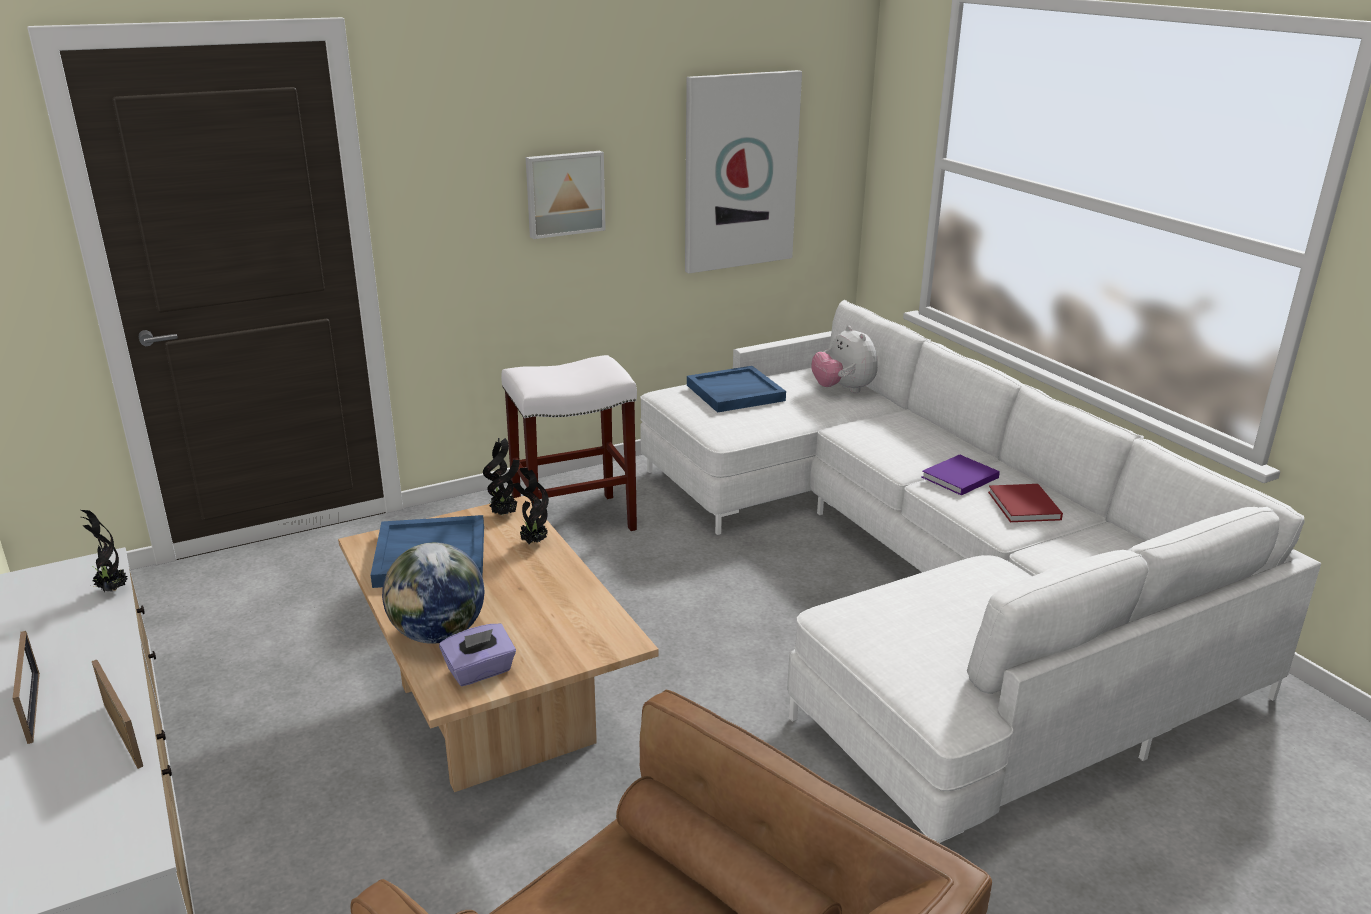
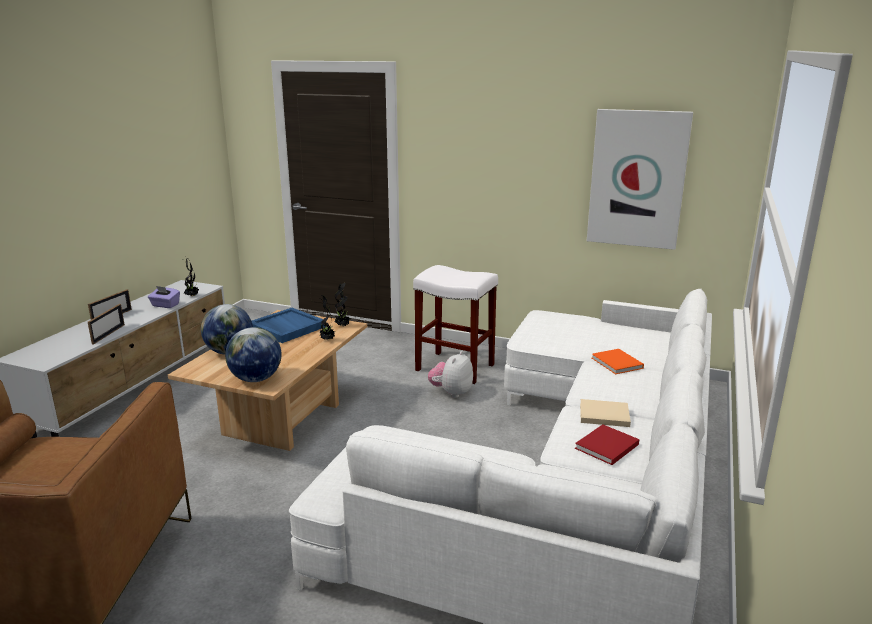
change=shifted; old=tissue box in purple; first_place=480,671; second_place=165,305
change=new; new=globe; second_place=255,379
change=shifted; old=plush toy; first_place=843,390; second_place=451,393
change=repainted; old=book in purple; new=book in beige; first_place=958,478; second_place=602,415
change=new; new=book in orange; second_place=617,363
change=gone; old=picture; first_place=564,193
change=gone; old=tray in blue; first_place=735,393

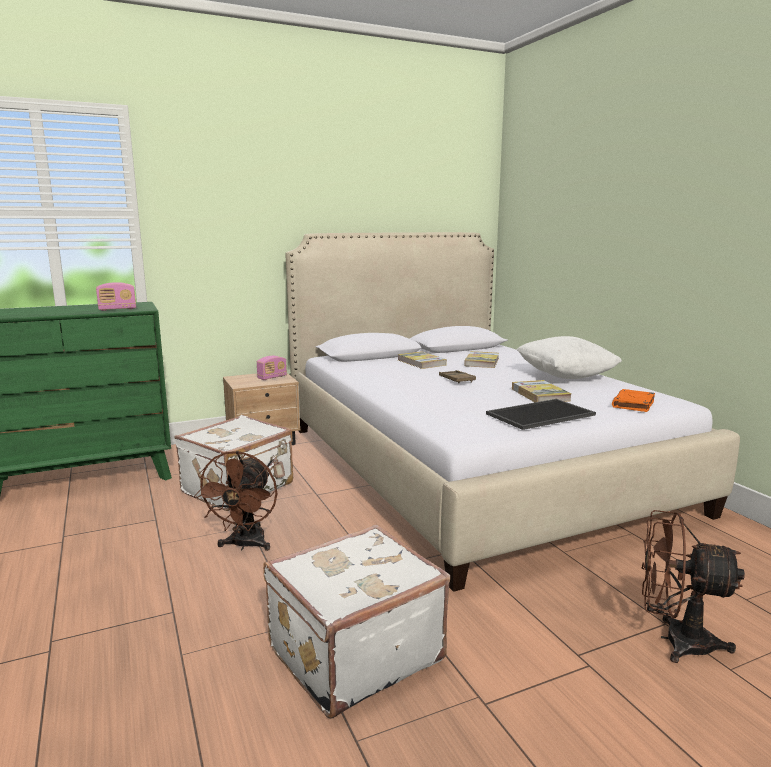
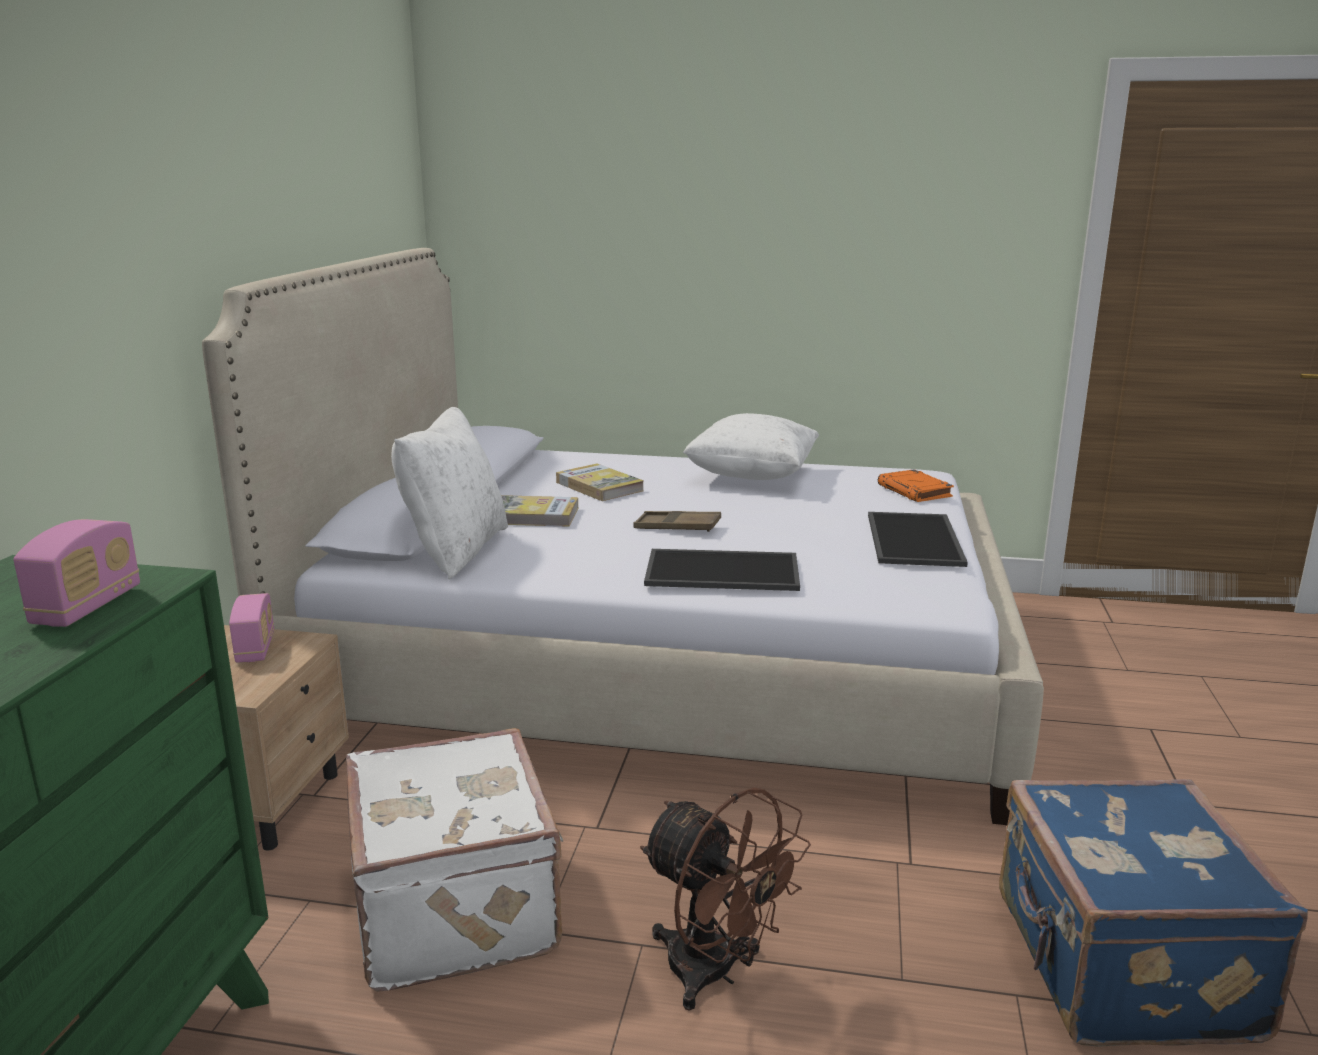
change=new; new=pillow in white; second_place=455,551
change=new; new=tray; second_place=724,570
change=repainted; old=suitcase in white; new=suitcase in blue; first_place=353,653; second_place=1119,967
change=gone; old=book; first_place=540,395
change=gone; old=fan in brown; first_place=675,640

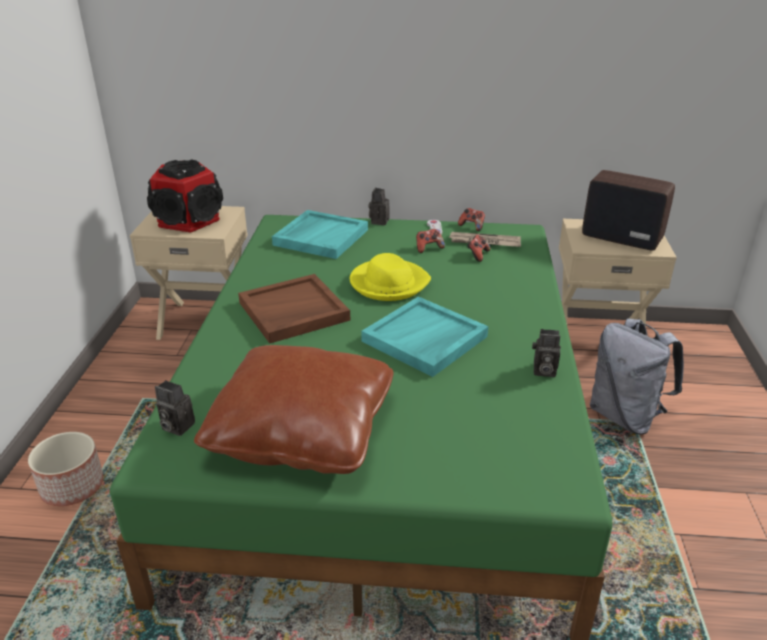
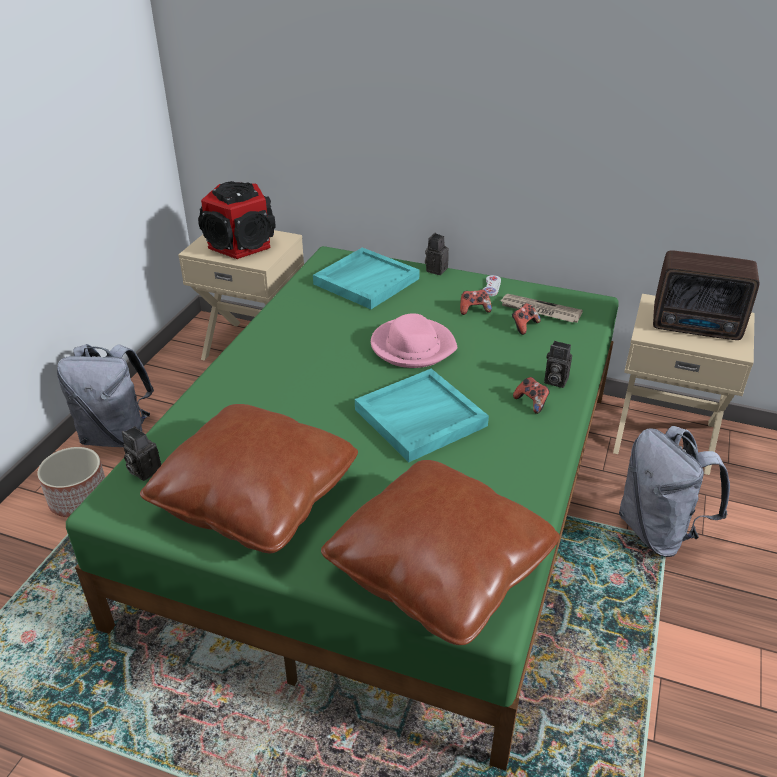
change=new; new=backpack in grey; second_place=117,436
change=new; new=pillow in brown; second_place=439,568
change=repainted; old=hat in yellow; new=hat in pink; first_place=388,283; second_place=412,346
change=shifted; old=game controller; first_place=472,226; second_place=531,403
change=shifted; old=photo camera; first_place=543,371; second_place=554,380
change=rotated; old=radio; first_place=620,237; second_place=697,327; degrees=150
change=gone; old=tray in brown; first_place=293,312

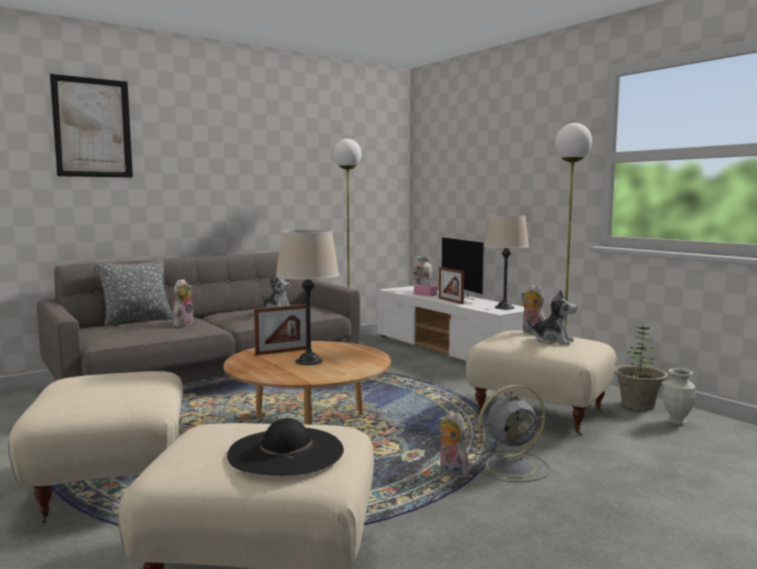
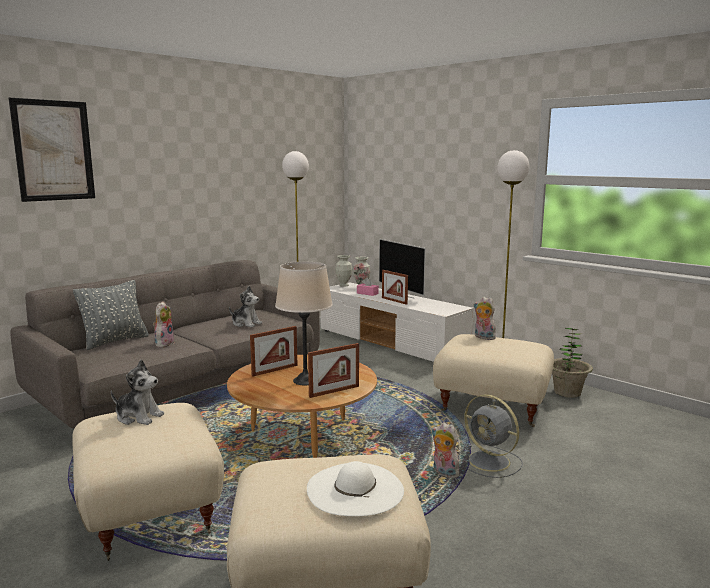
change=shifted; old=plush toy; first_place=552,340; second_place=138,417
change=repainted; old=hat in black; new=hat in white; first_place=286,451; second_place=355,489
change=new; new=picture frame; second_place=334,391
change=shifted; old=vase; first_place=676,422; second_place=343,285
change=rotated; old=fan in grey; first_place=512,466; second_place=490,462; degrees=75
change=gone; old=table lamp in beige; first_place=504,307

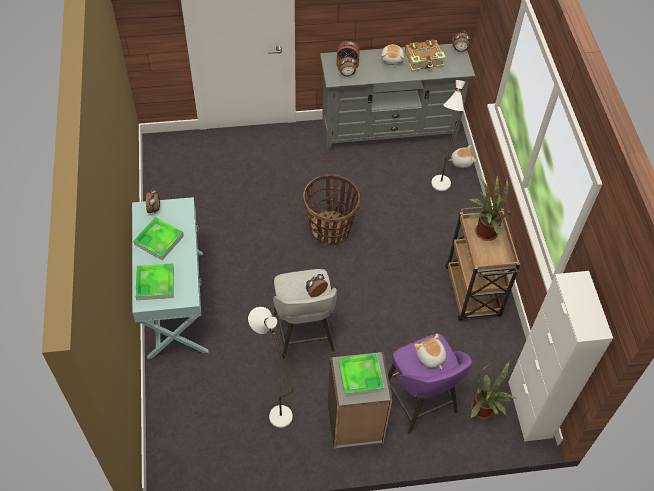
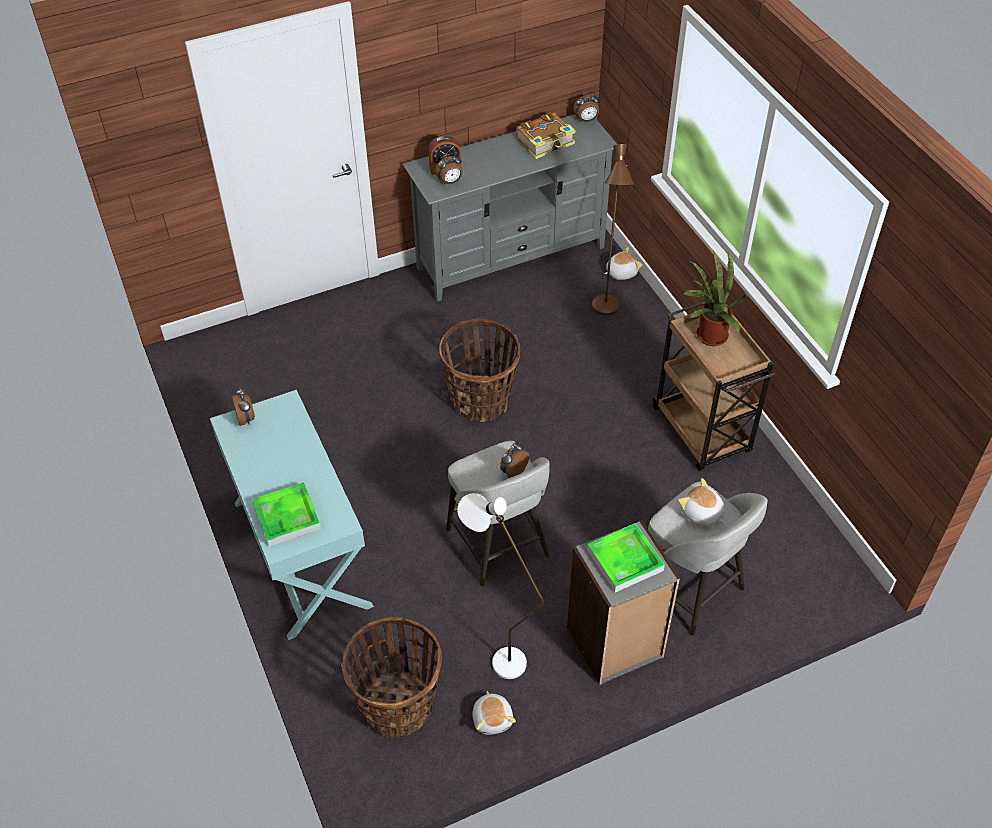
change=new; new=basket; second_place=397,705
change=shifted; old=plush toy; first_place=392,59; second_place=493,718
change=repainted; old=floor lamp in white; new=floor lamp in brown; first_place=439,189; second_place=606,313
change=repainted; old=stool in purple; new=stool in grey; first_place=420,401; second_place=691,589
change=gone; old=tray; first_place=159,240
change=gone; old=potted plant; first_place=484,411
change=gone; old=cabinet in white; first_place=530,409

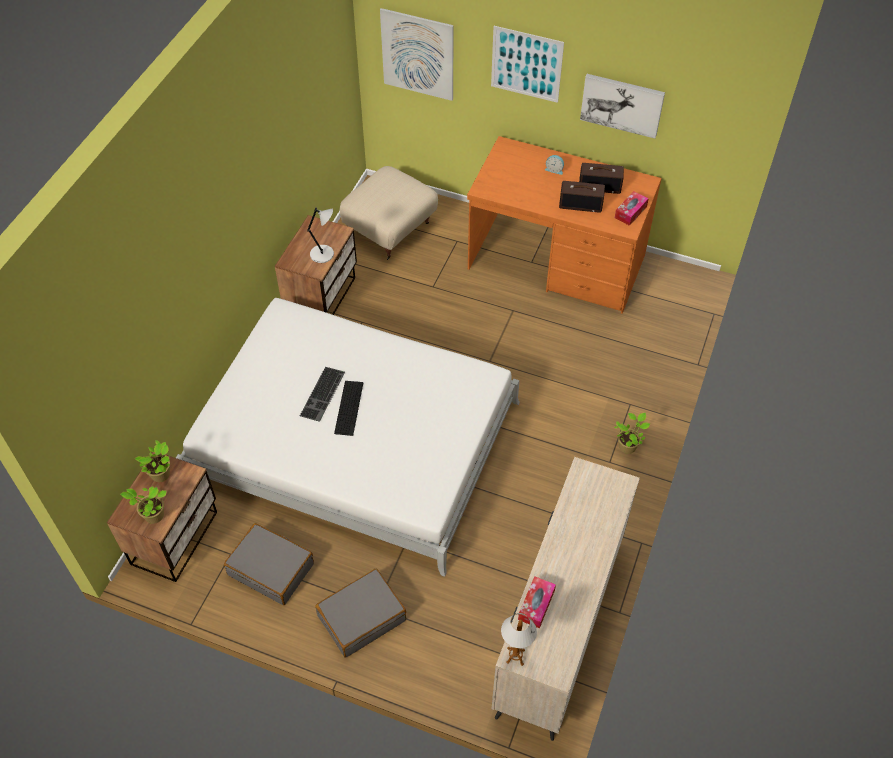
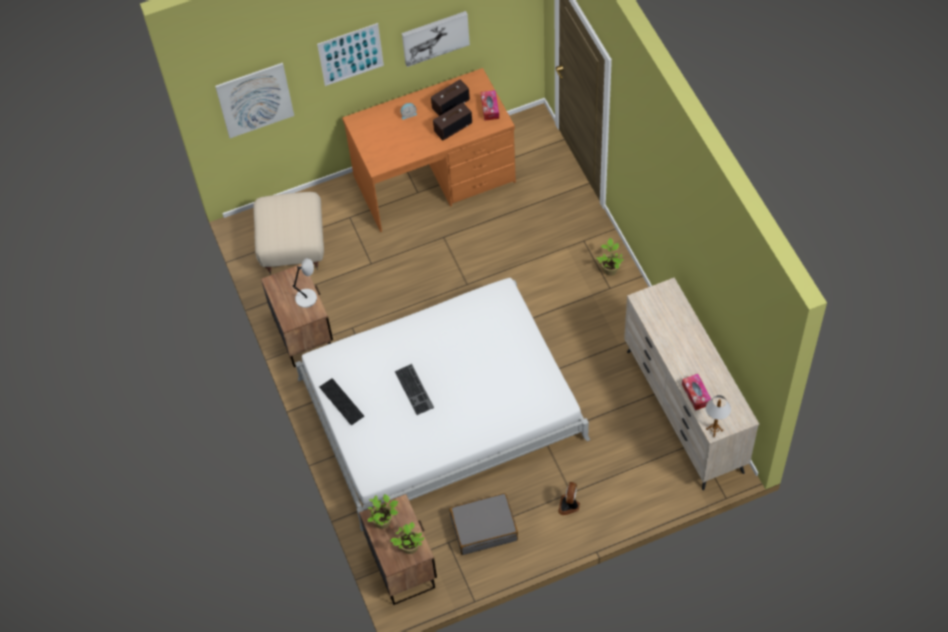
change=shifted; old=keyboard; first_place=349,408; second_place=341,401
change=swapped; old=suitcase in grey; new=fan; first_place=361,617; second_place=569,505

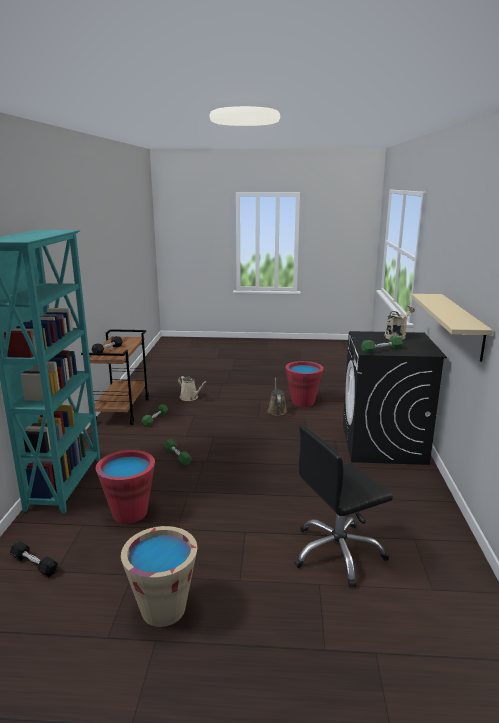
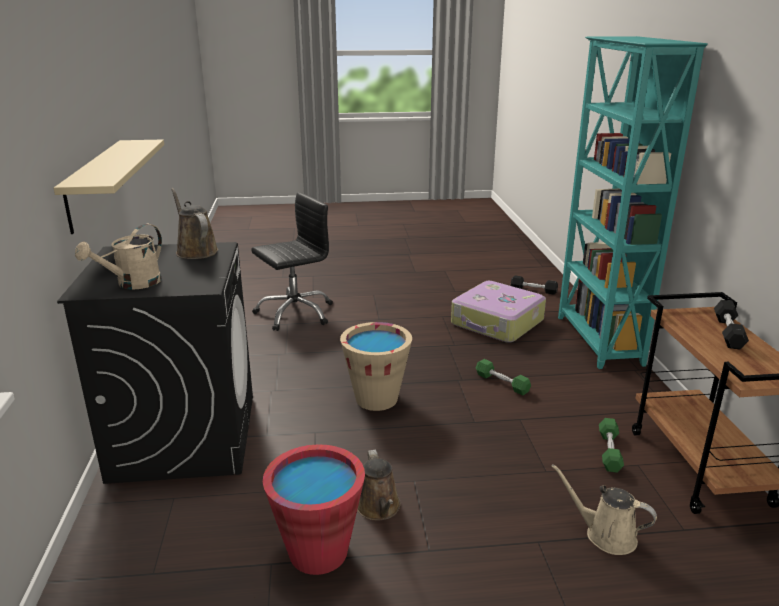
change=swapped; old=dumbbell in green; new=watering can in brown; first_place=381,350; second_place=195,251
change=shifted; old=bucket in beige; first_place=163,609; second_place=376,399
change=swapped; old=bucket in red; new=suitcase; first_place=130,513; second_place=497,323

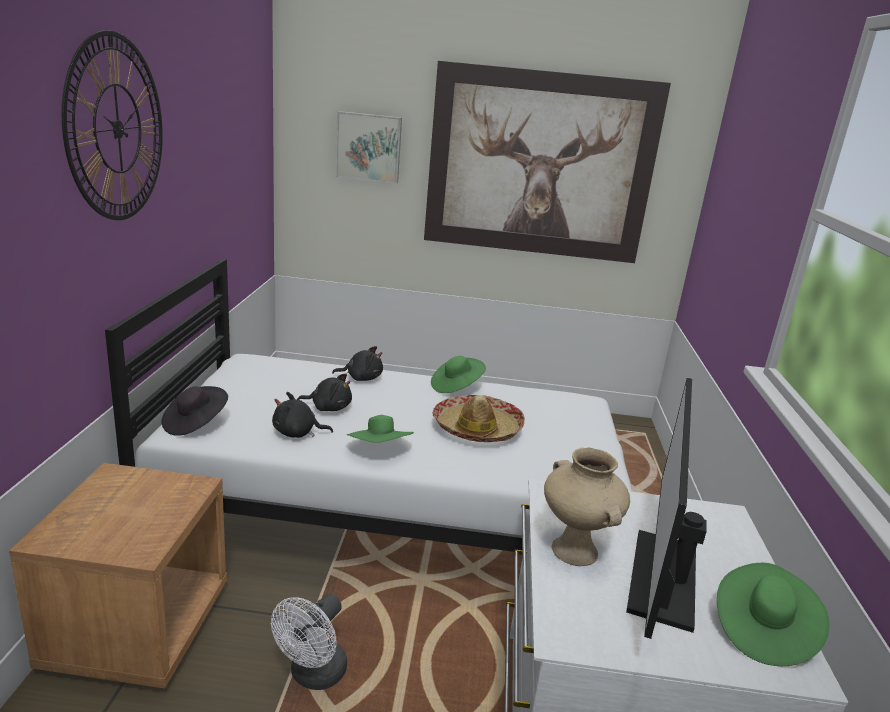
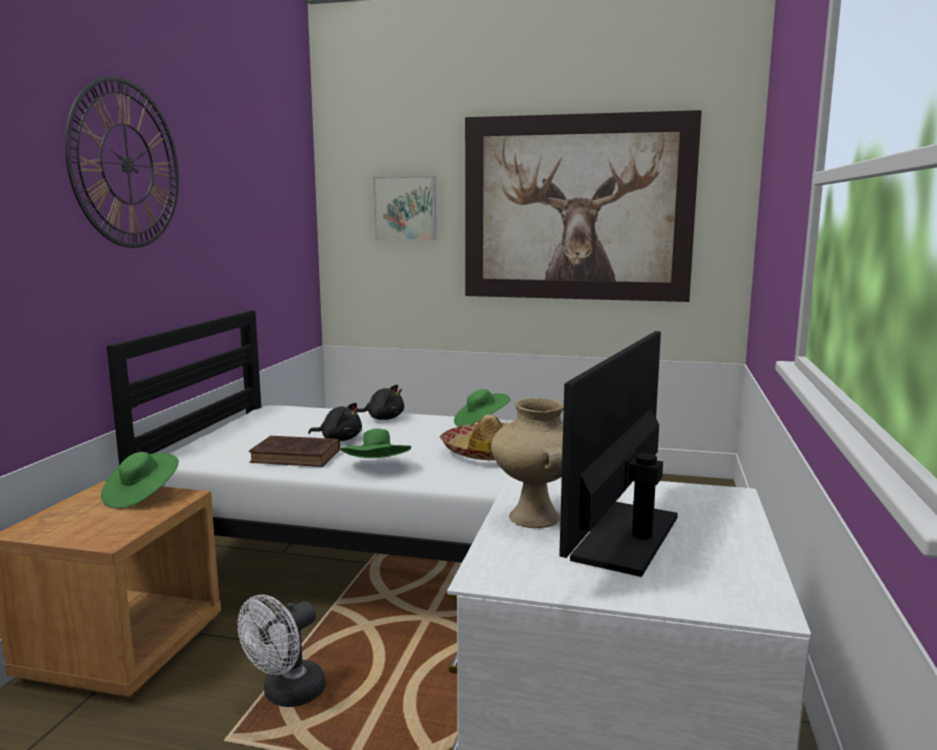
change=shifted; old=hat in green; first_place=762,631; second_place=141,496
change=swapped; old=plush toy in black; new=book in brown; first_place=297,433; second_place=298,456
change=gone; old=hat in black; first_place=195,424

